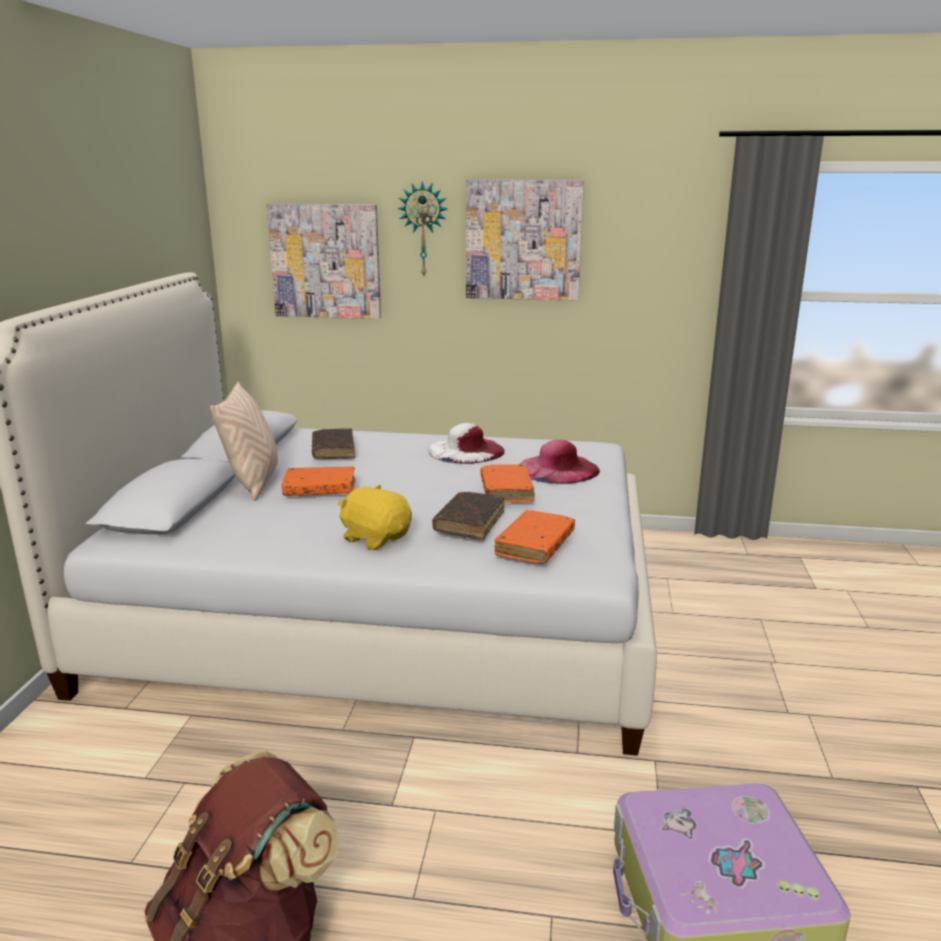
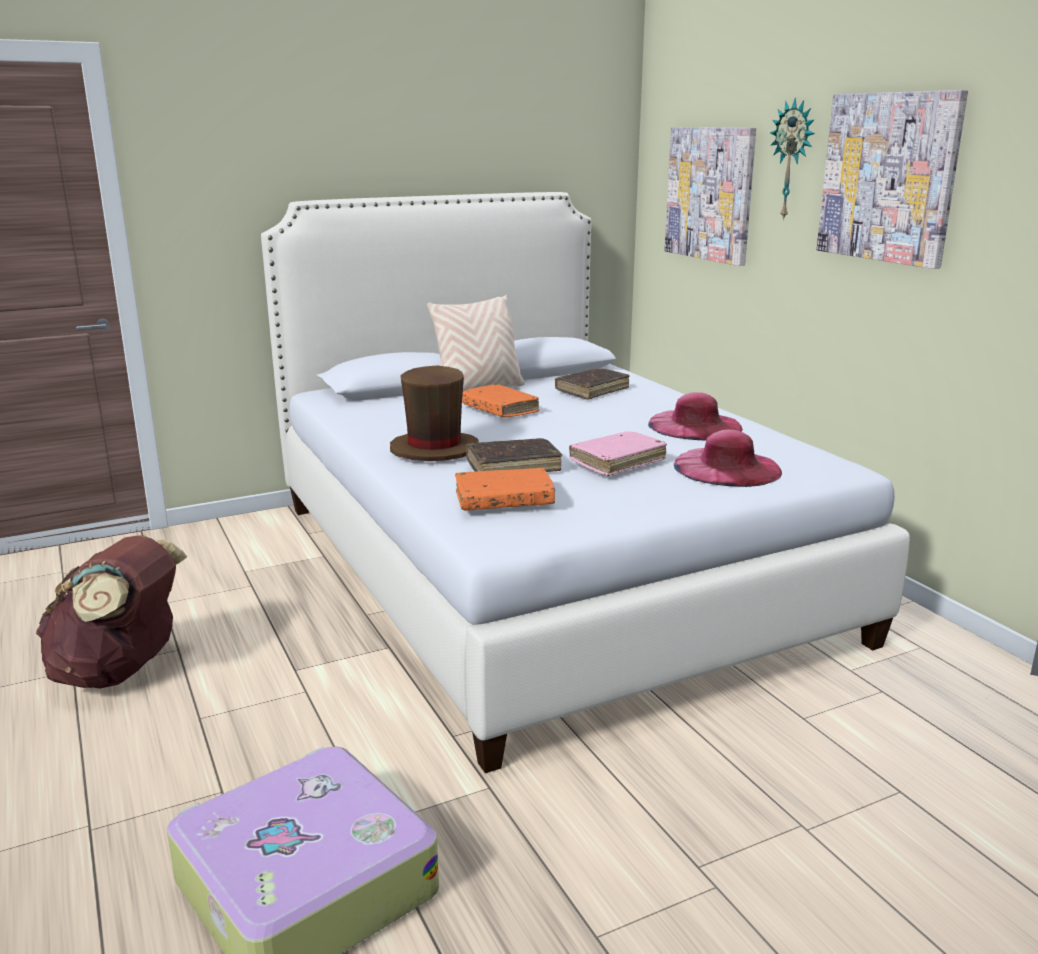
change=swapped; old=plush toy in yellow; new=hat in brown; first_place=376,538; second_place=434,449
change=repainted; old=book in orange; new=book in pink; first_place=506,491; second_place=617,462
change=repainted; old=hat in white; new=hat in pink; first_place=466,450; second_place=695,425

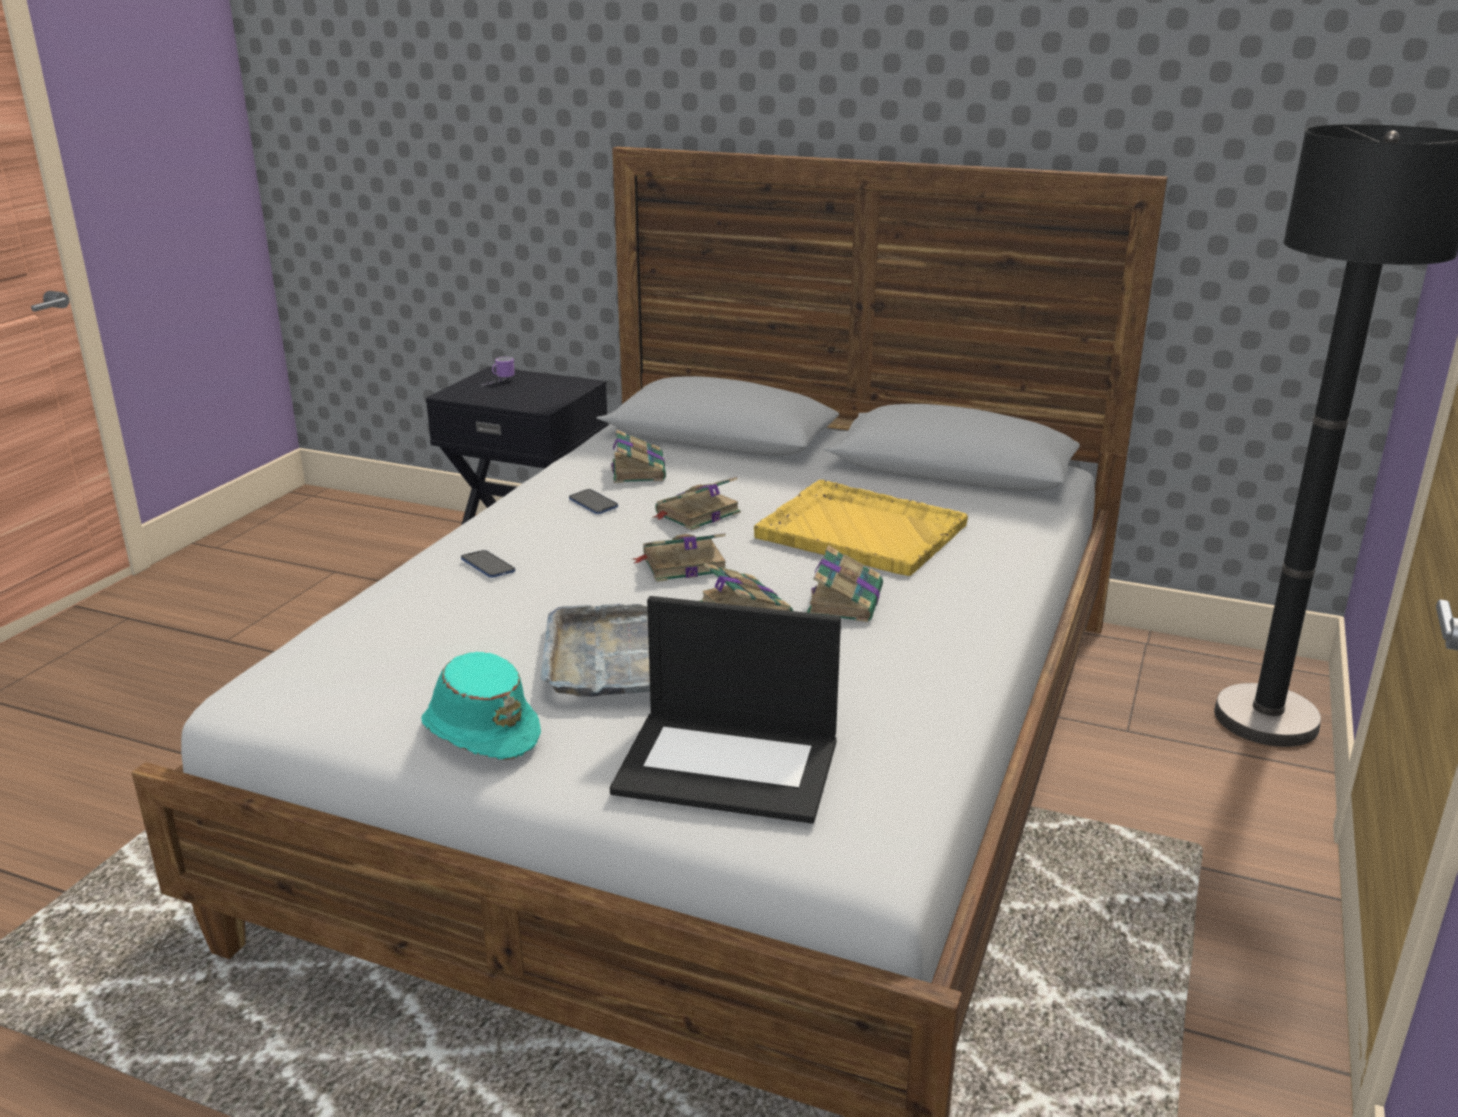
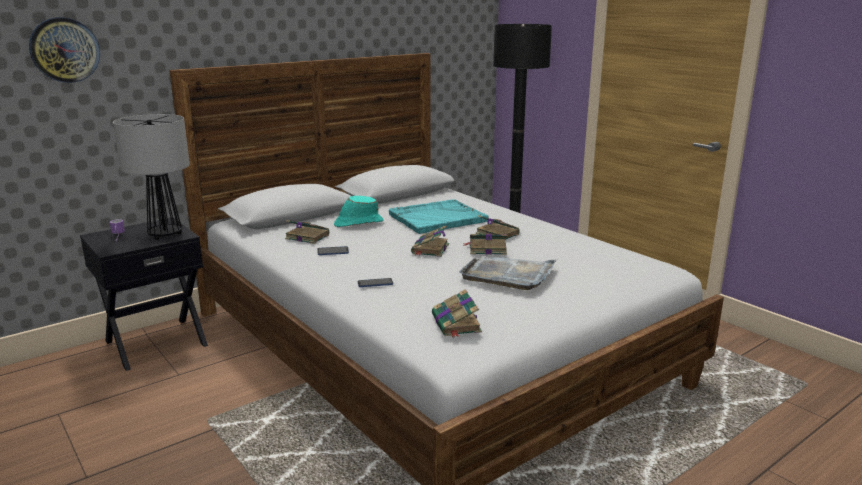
change=new; new=wall clock; second_place=65,50
change=new; new=table lamp; second_place=166,234
change=shifted; old=hat in turquoise; first_place=481,730; second_place=358,223
change=repainted; old=tray in yellow; new=tray in turquoise; first_place=859,530; second_place=437,218
change=shifted; old=book; first_place=696,514; second_place=456,324
change=gone; old=laptop; first_place=730,765

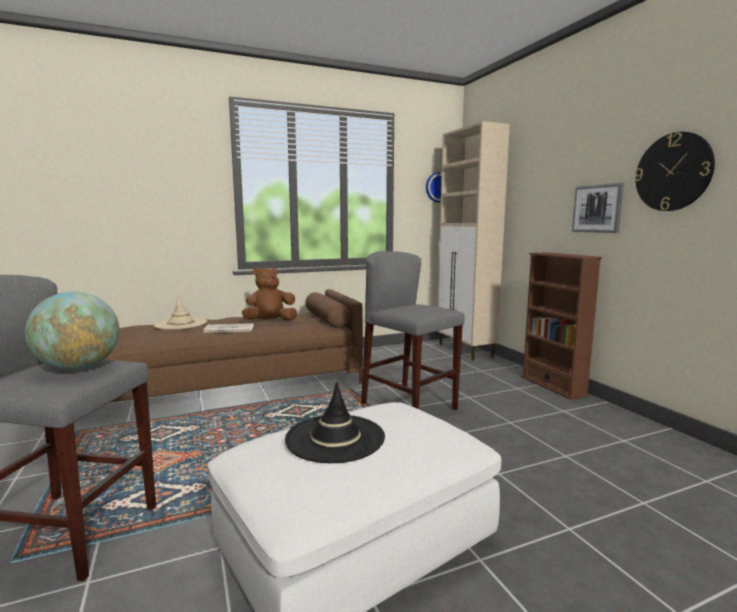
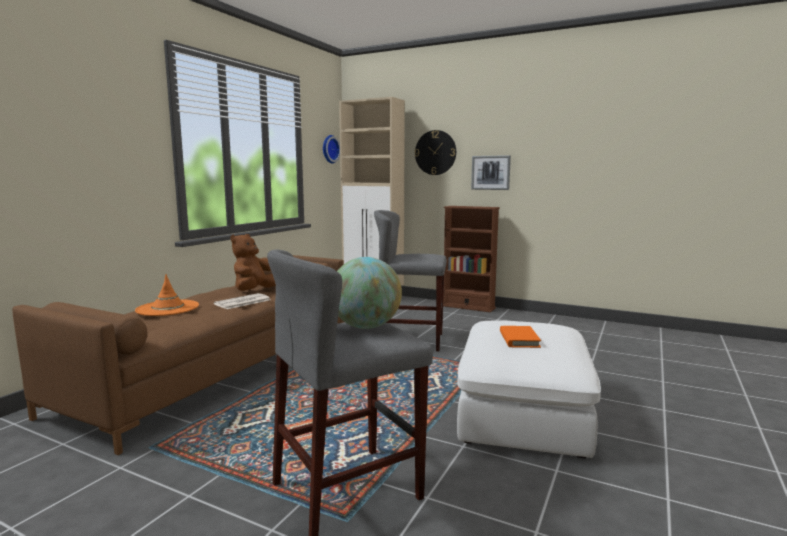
change=repainted; old=hat in beige; new=hat in orange; first_place=181,324; second_place=167,308
change=shifted; old=wall clock; first_place=673,172; second_place=435,152
change=swapped; old=hat in black; new=book in orange; first_place=335,438; second_place=519,339

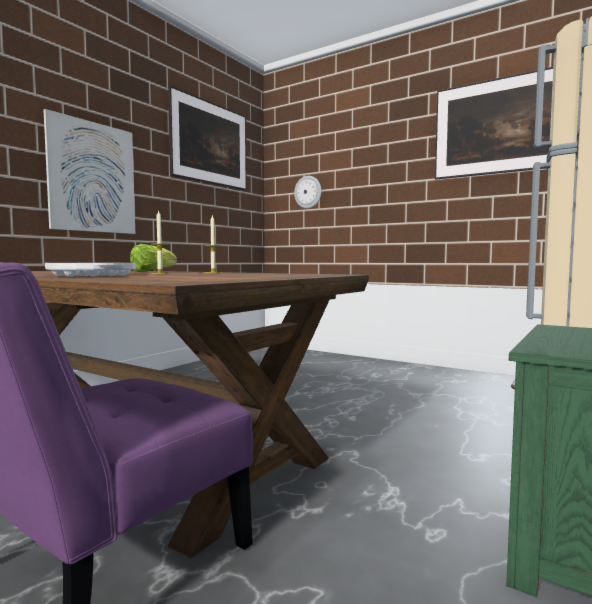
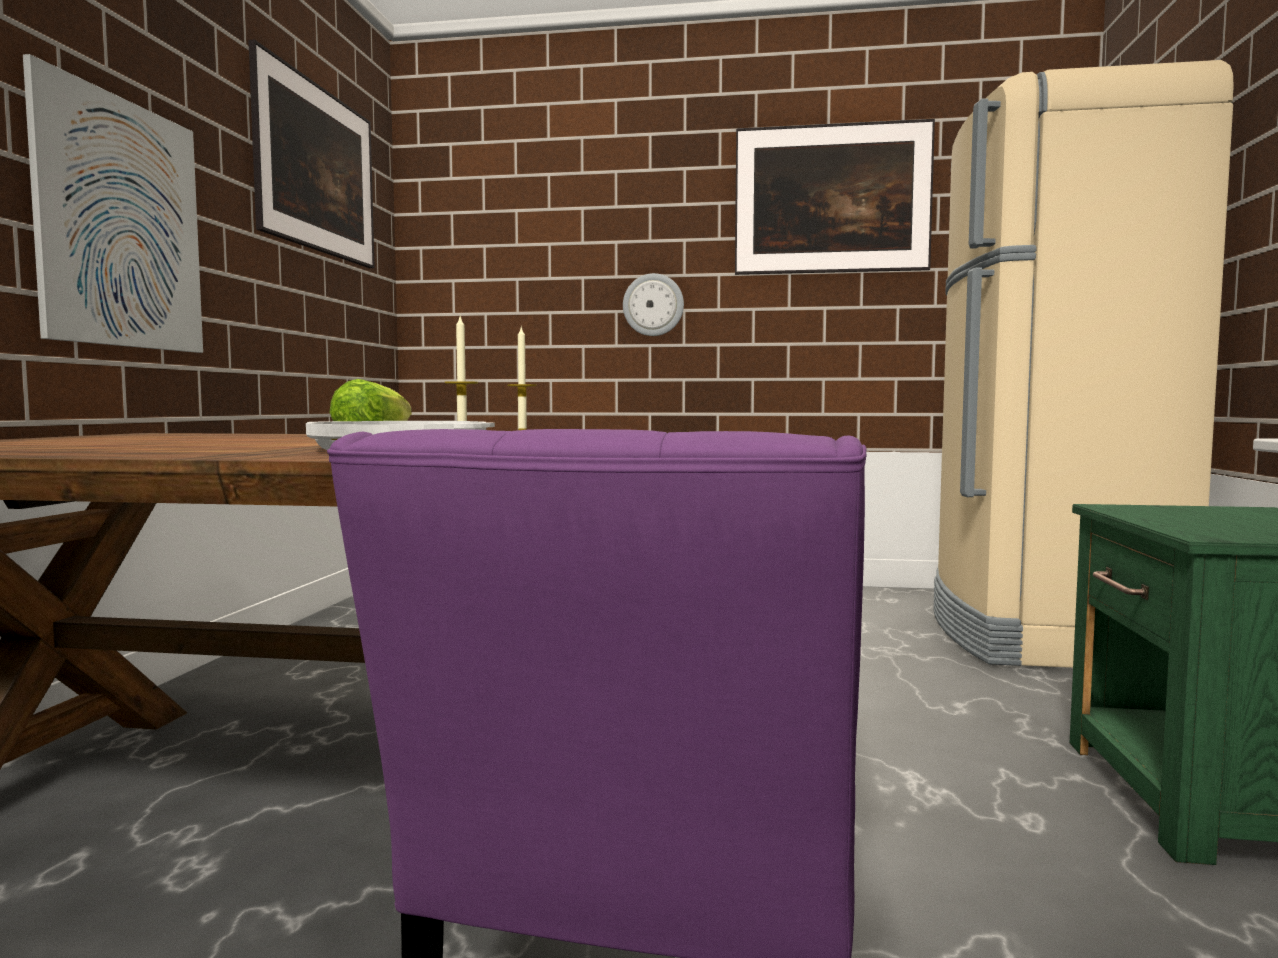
change=shifted; old=wall clock; first_place=308,192; second_place=653,305

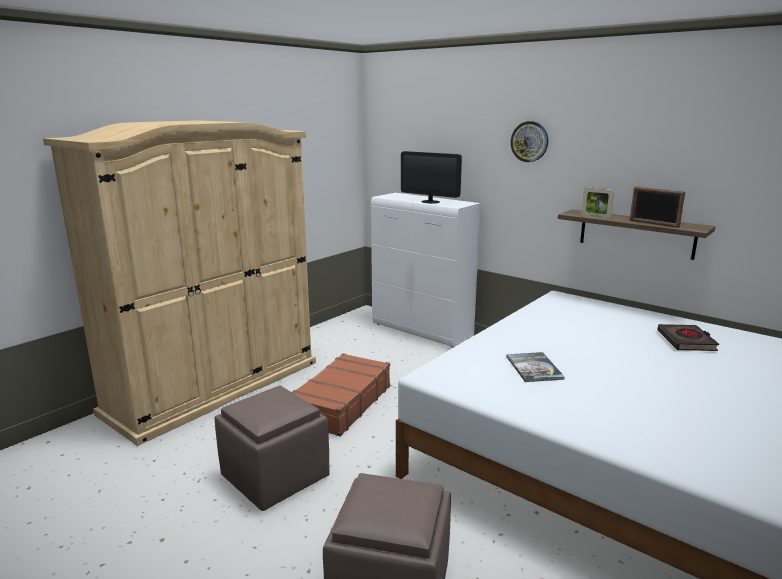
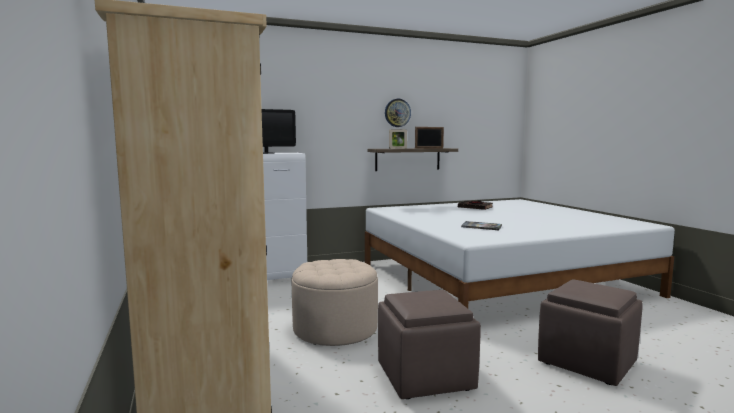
change=swapped; old=suitcase in brown; new=ottoman in beige; first_place=341,404; second_place=335,329
change=shifted; old=wall clock; first_place=529,141; second_place=397,113

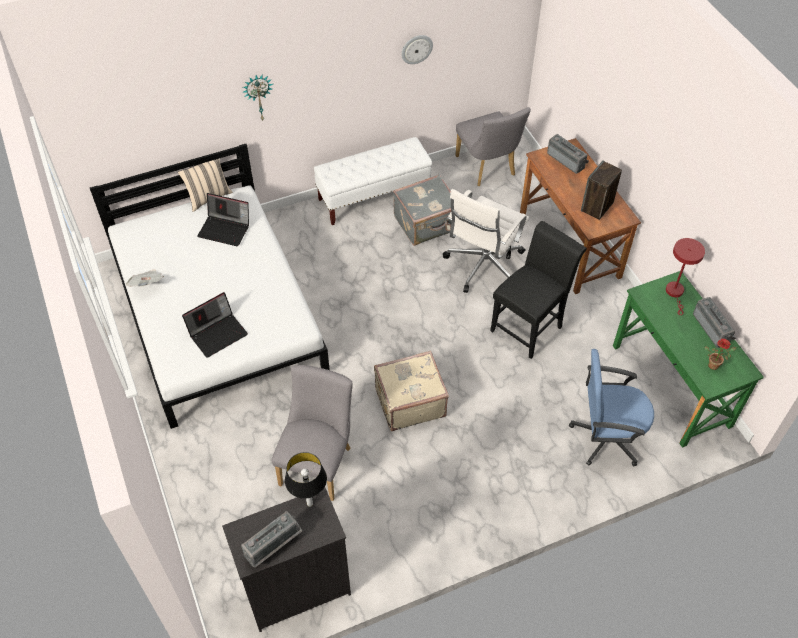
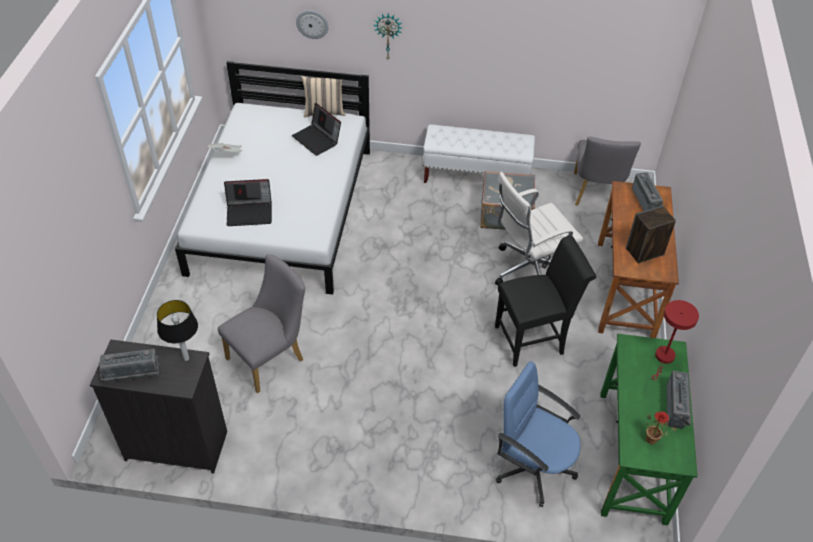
change=shifted; old=wall clock; first_place=416,49; second_place=312,24
change=gone; old=suitcase in beige; first_place=409,402

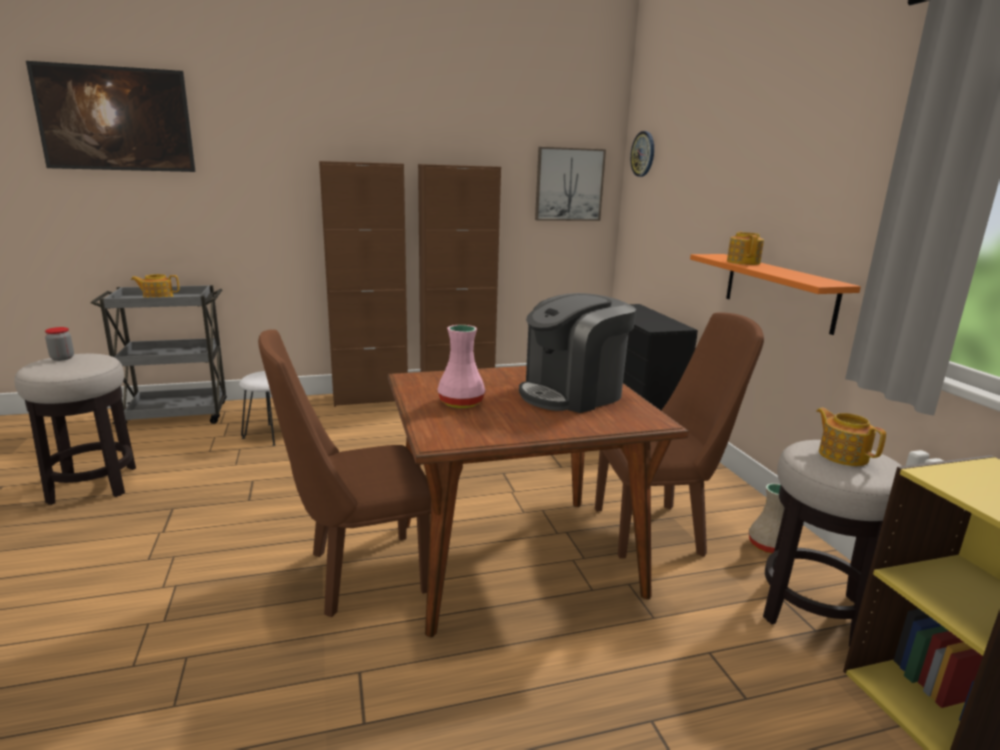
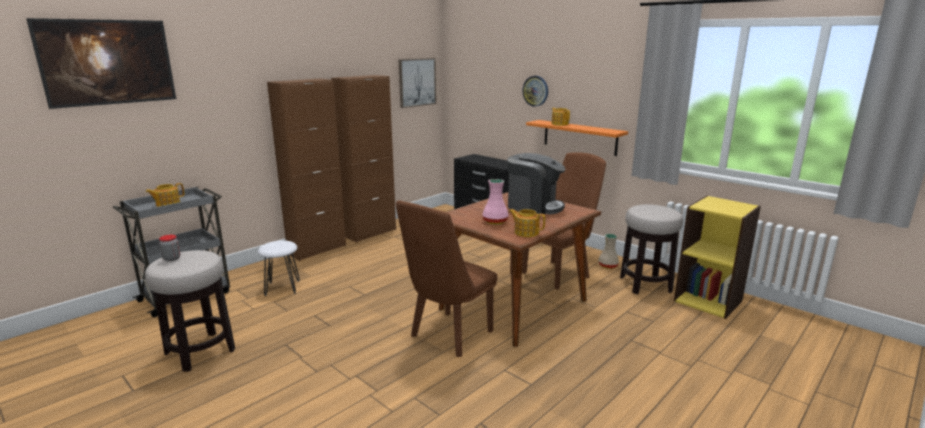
change=rotated; old=coffee machine; first_place=572,394; second_place=533,206; degrees=-90
change=shifted; old=teapot; first_place=842,455; second_place=526,232
change=shifted; old=wall clock; first_place=643,154; second_place=535,91

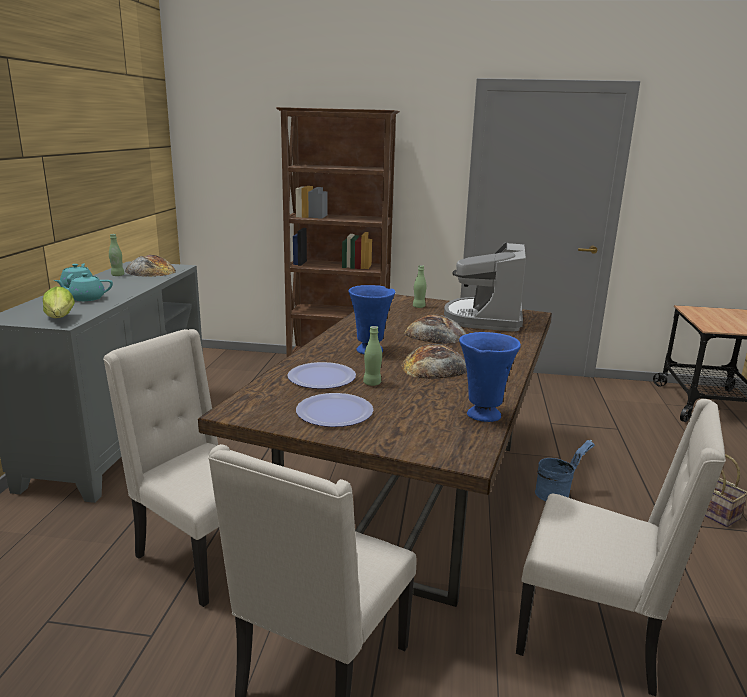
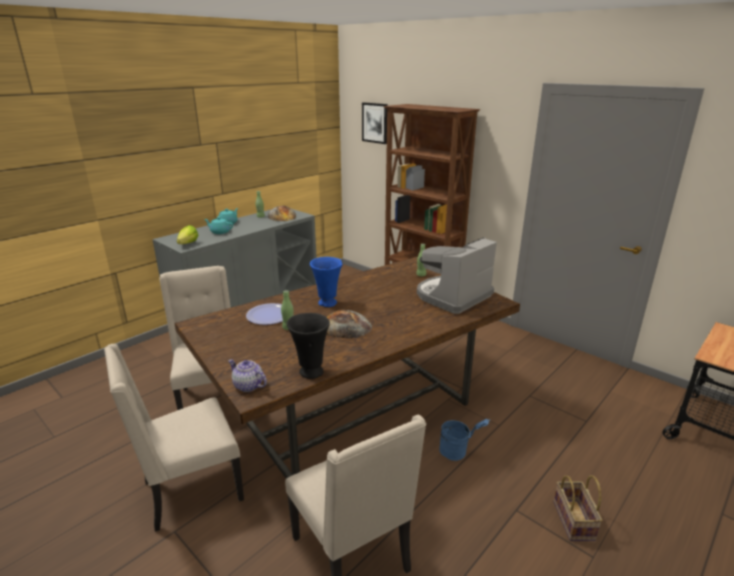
change=new; new=teapot; second_place=248,386
change=repainted; old=vase in blue; new=vase in black; first_place=482,415; second_place=310,371
change=new; new=picture; second_place=375,123
change=gone; old=plate; first_place=335,412
change=gone; old=bread; first_place=435,334

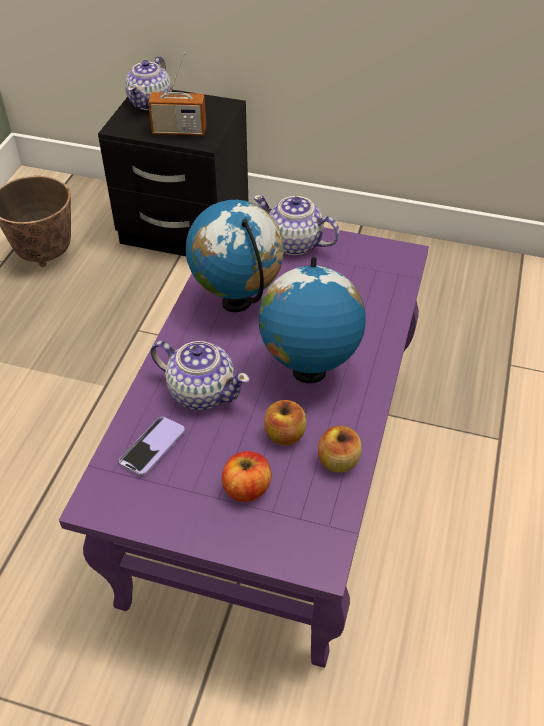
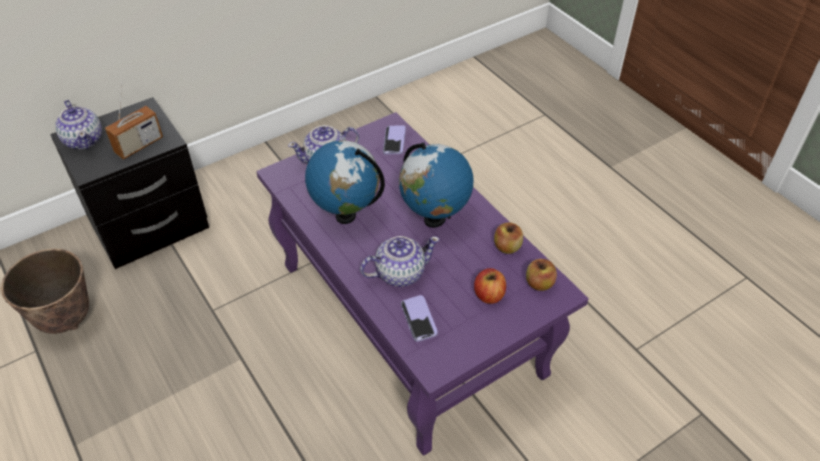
change=new; new=phone; second_place=394,141
change=shifted; old=apple; first_place=285,435; second_place=539,283

